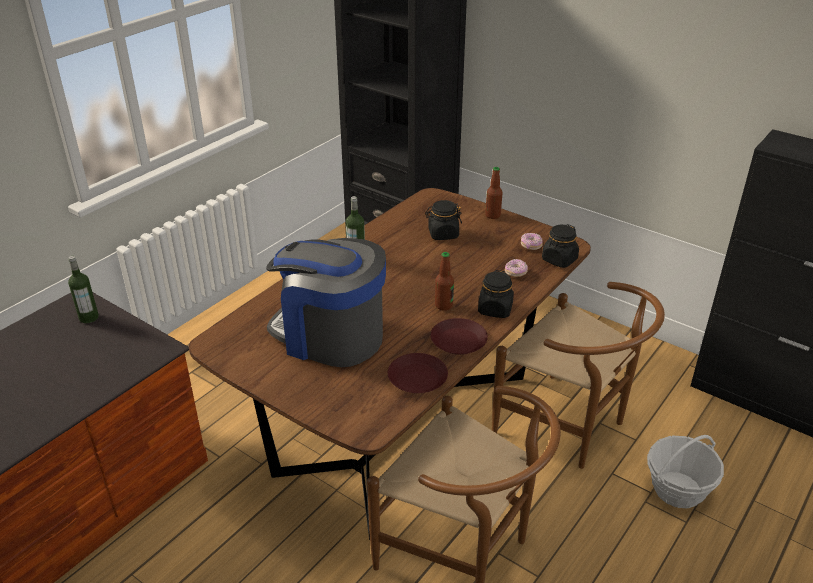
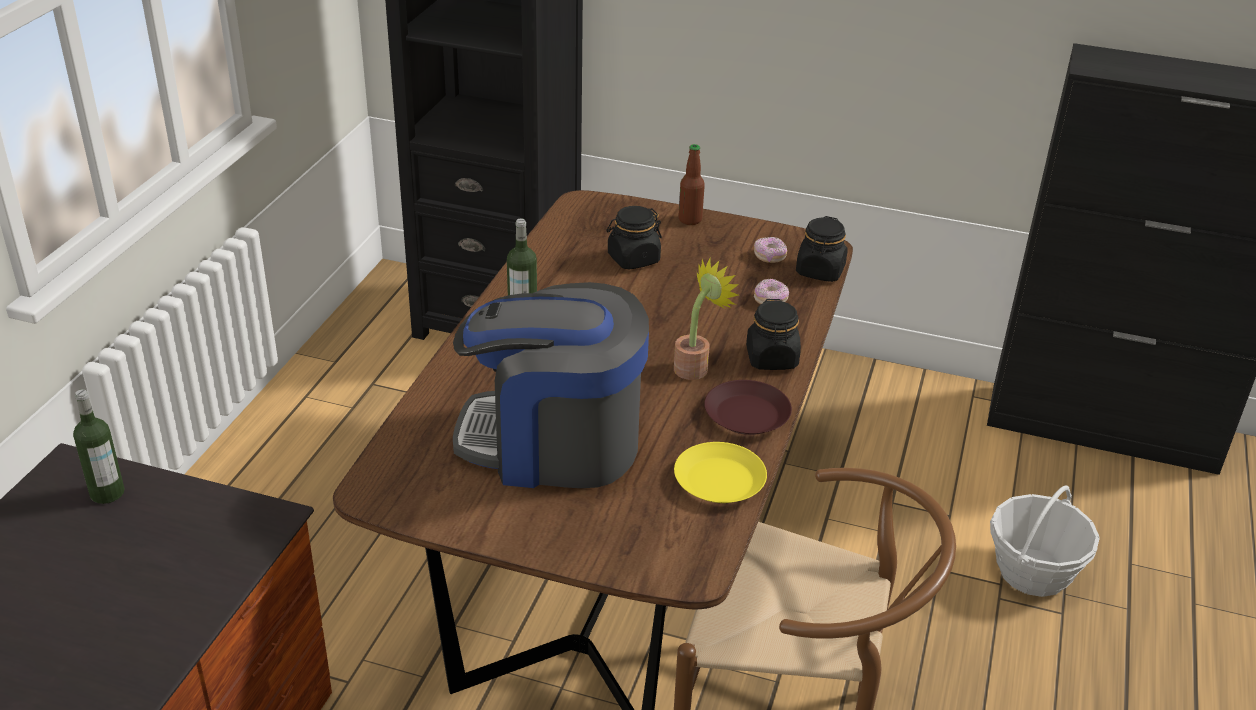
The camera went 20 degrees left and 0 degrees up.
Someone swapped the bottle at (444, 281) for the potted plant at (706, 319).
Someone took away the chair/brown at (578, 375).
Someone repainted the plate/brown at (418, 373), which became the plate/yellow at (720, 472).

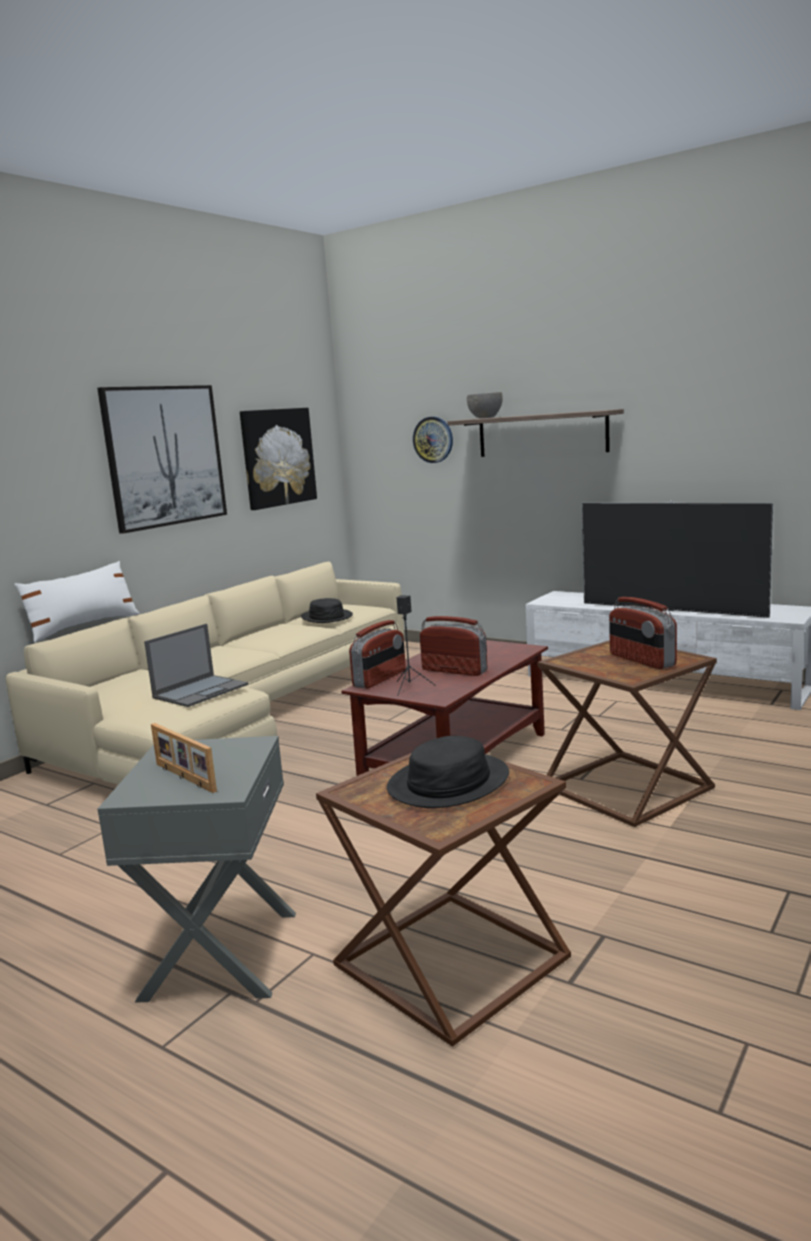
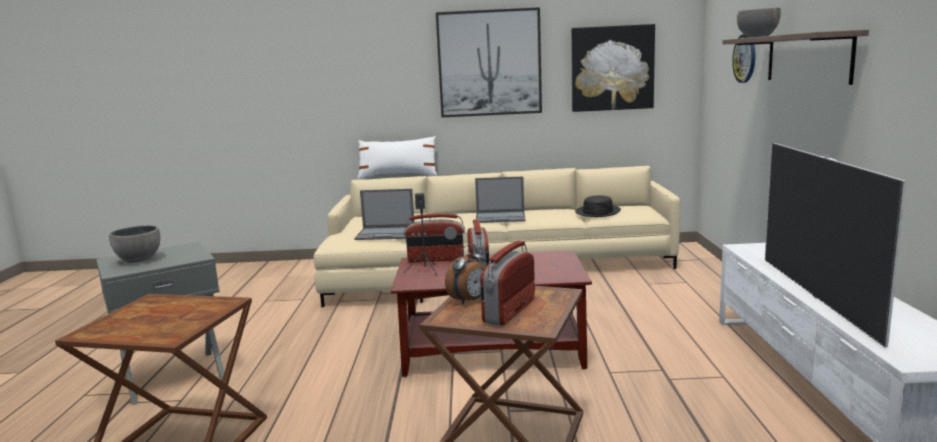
The camera went 55 degrees right and 0 degrees up.
Someone swapped the picture frame at (184, 758) for the bowl/grey at (134, 244).
Someone took away the hat/black at (448, 772).
Someone put down the laptop at (500, 199).
Someone put down the alarm clock at (465, 274).

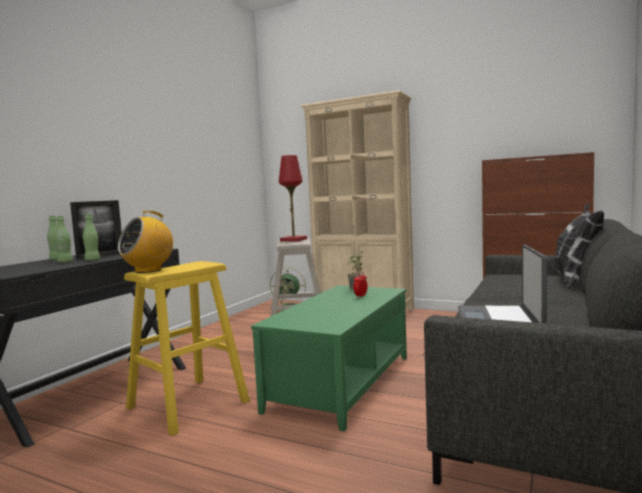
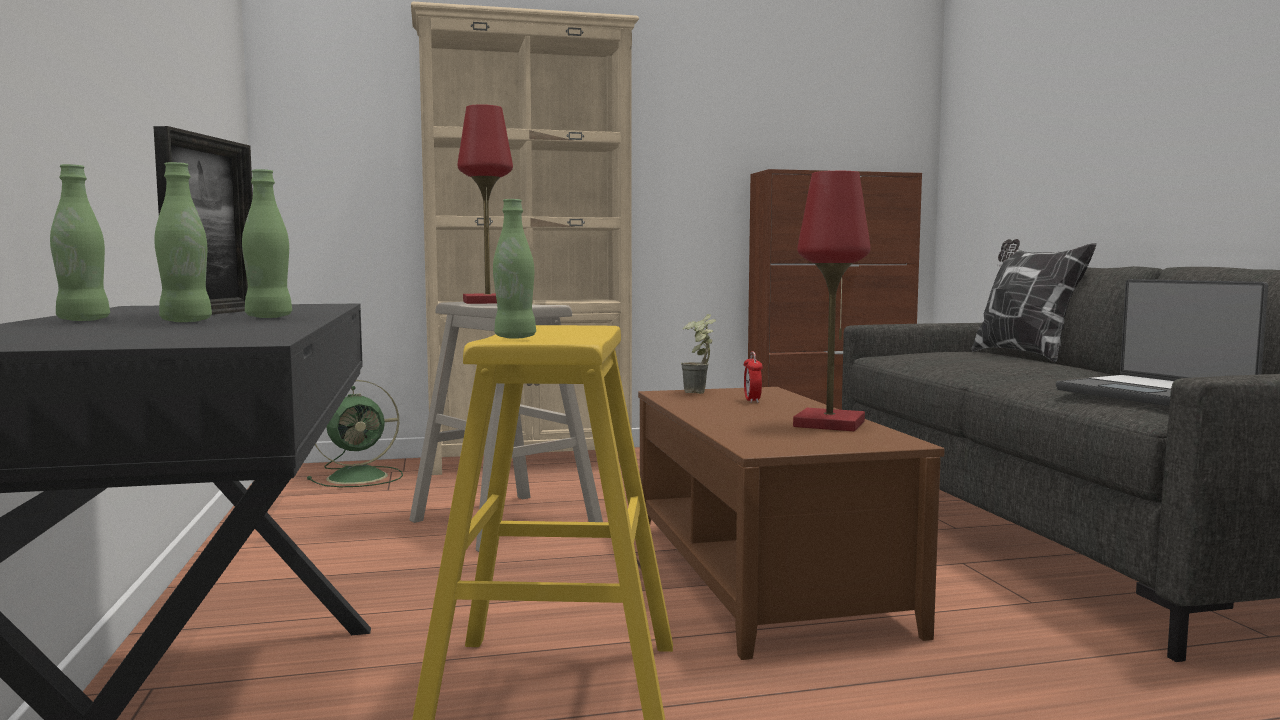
The camera went 40 degrees left and 0 degrees up.
Someone swapped the radio at (145, 242) for the bottle/green at (514, 269).
Someone repainted the coffee table/green at (329, 358), which became the coffee table/brown at (791, 523).
Someone put down the table lamp/red at (832, 301).

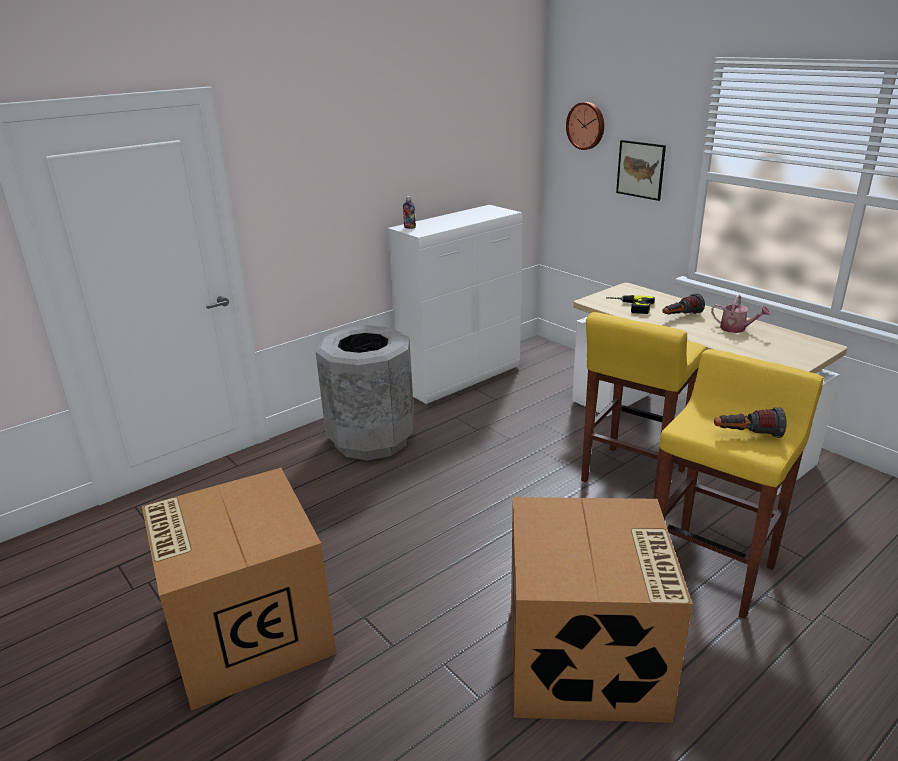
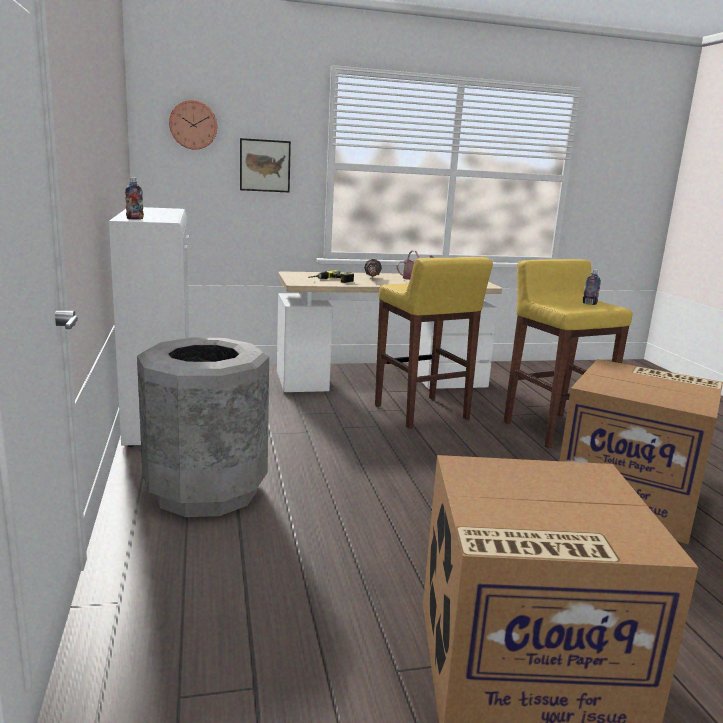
The camera went 65 degrees left and 10 degrees down.
Someone swapped the flashlight at (750, 422) for the bottle at (592, 287).

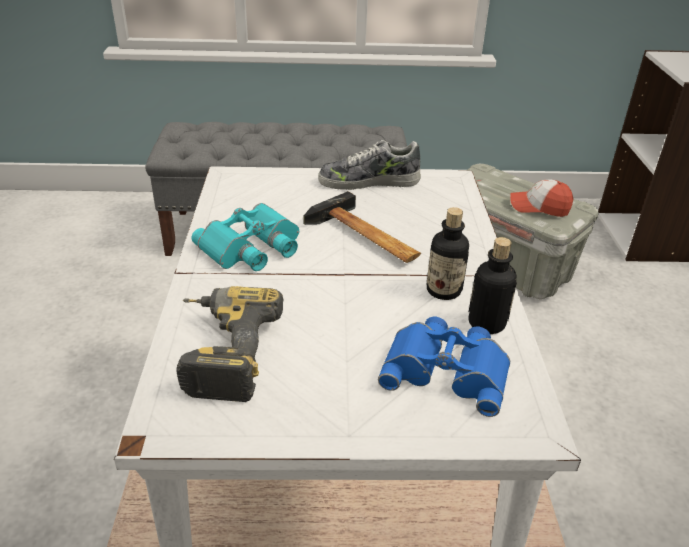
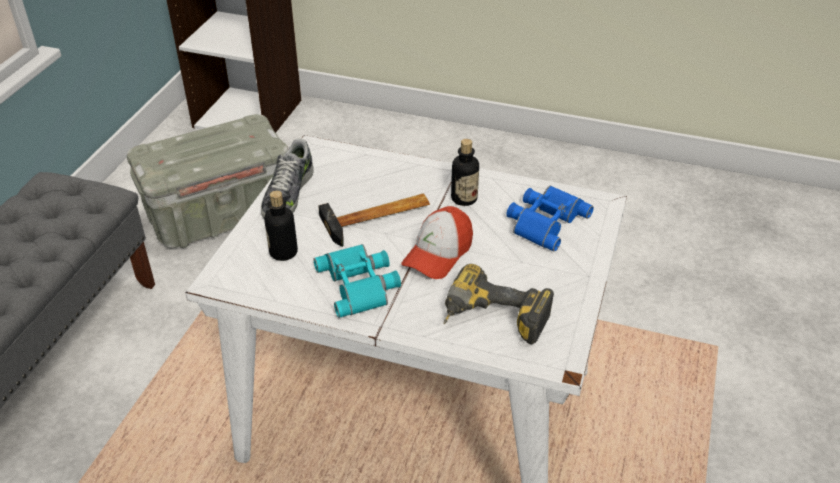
The camera went 70 degrees left and 5 degrees up.
Someone carried the cap from (541, 198) to (437, 242).
Someone carried the bottle from (493, 285) to (281, 226).

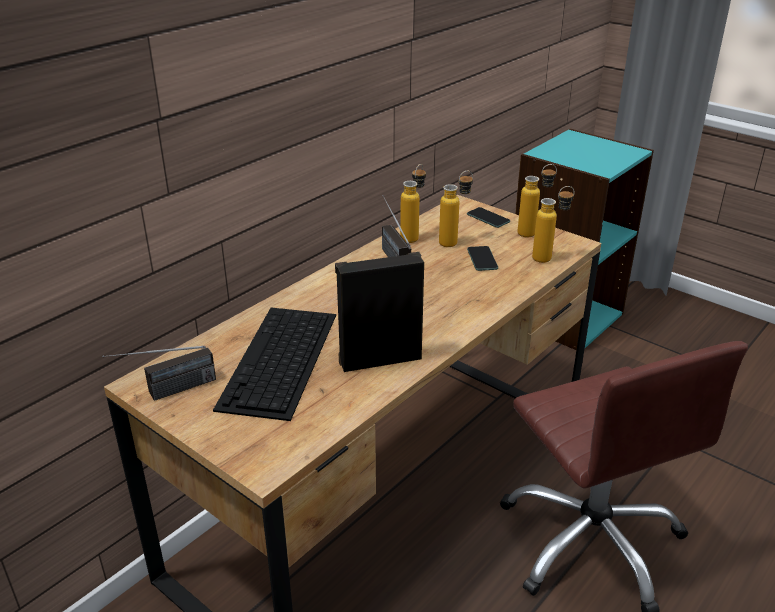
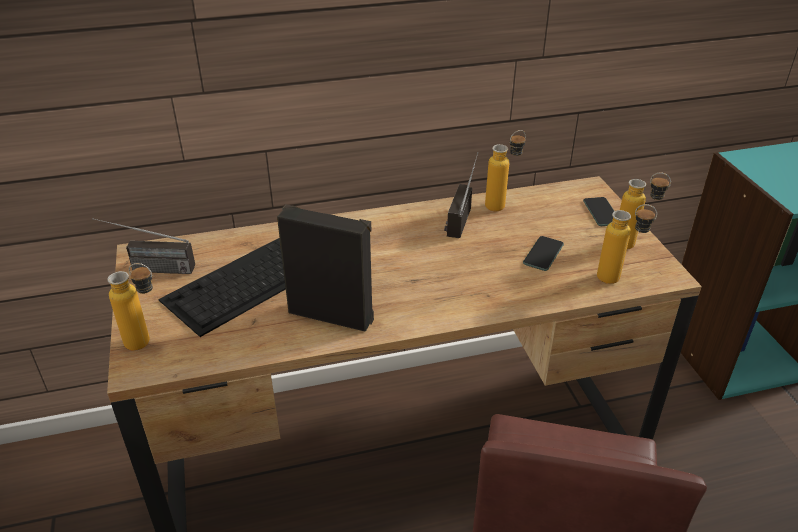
The camera went 35 degrees right and 5 degrees up.
Someone carried the bottle from (456, 209) to (130, 307).

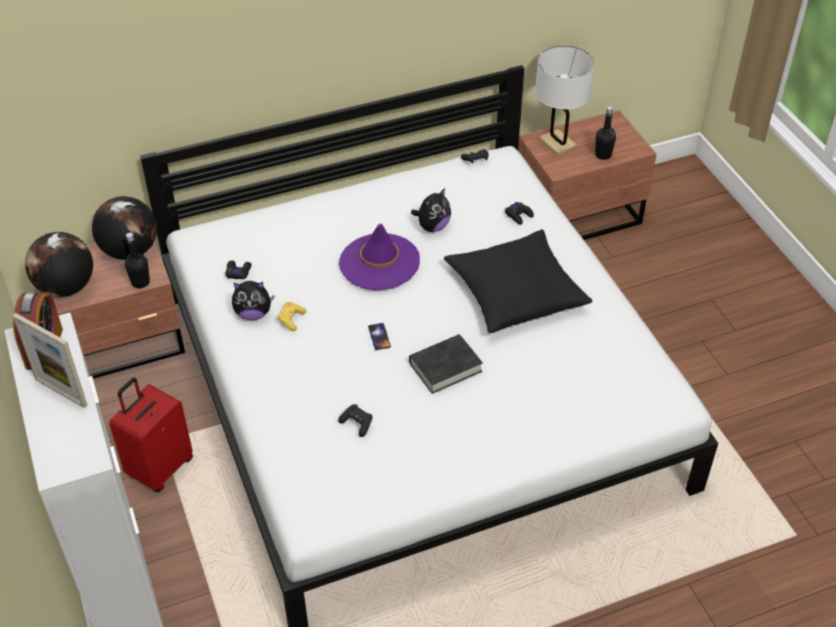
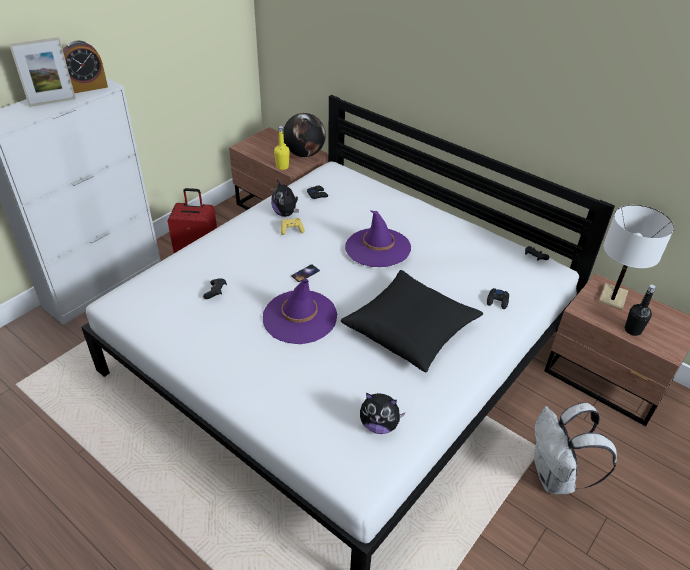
The camera went 60 degrees right and 5 degrees down.
Someone carried the plush toy from (431, 210) to (382, 413).
Someone took away the globe at (59, 264).
Someone repainted the bottle/black at (137, 260), which became the bottle/yellow at (282, 148).
Someone rotated the picture frame at (49, 360) by 120 degrees counterclockwise.
Someone swapped the book/black at (446, 364) for the hat/purple at (300, 311).
Someone put down the backpack/white at (575, 448).

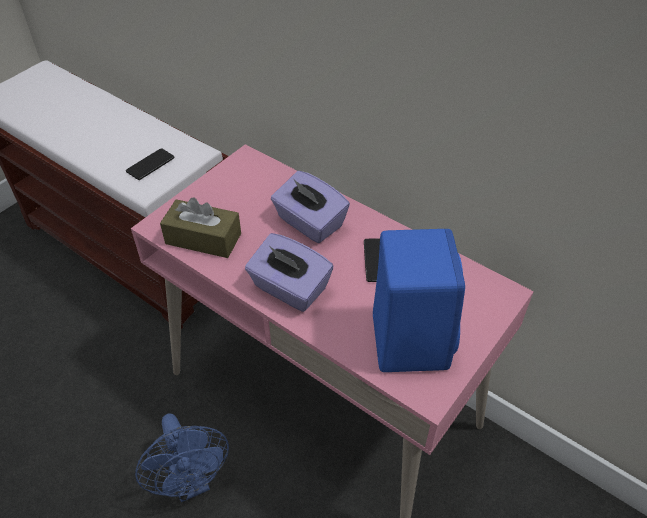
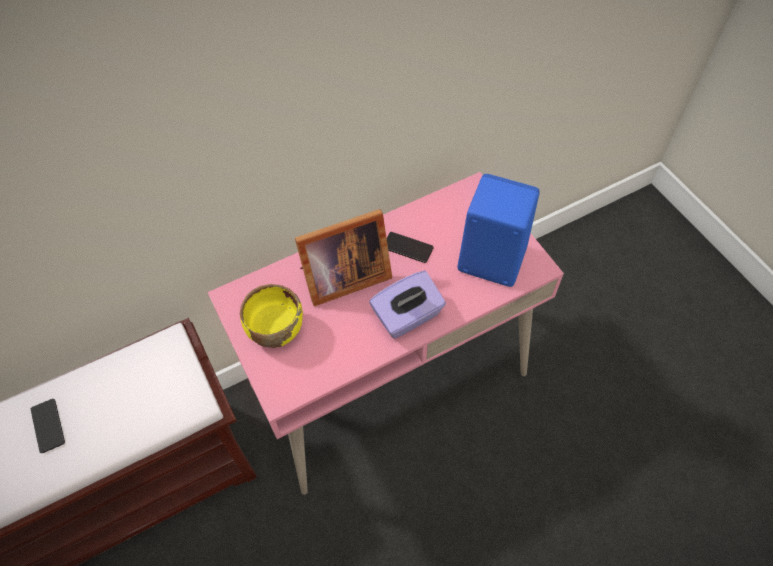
The camera went 65 degrees left and 10 degrees up.
Someone carried the phone from (150, 164) to (48, 426).
Someone swapped the tissue box/purple at (310, 207) for the picture frame at (343, 257).
Someone took away the tissue box/brown at (200, 227).
Someone took away the fan/blue at (182, 458).
Someone put down the bowl/yellow at (271, 316).

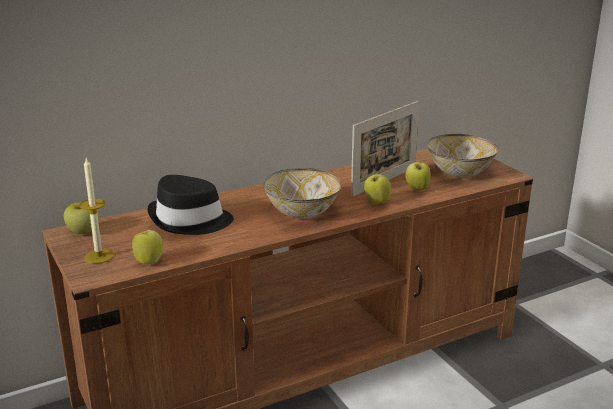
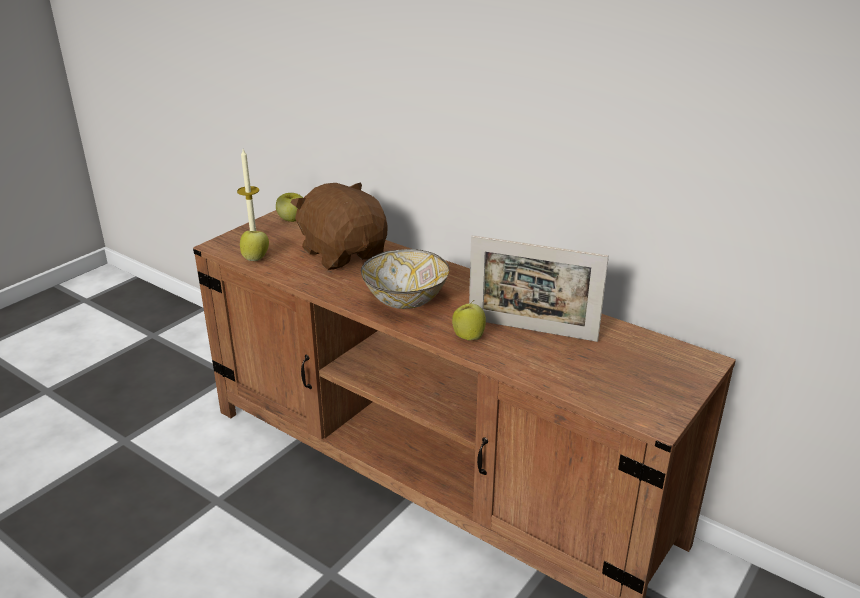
The camera went 65 degrees right and 5 degrees up.
Someone took away the bowl at (463, 155).
Someone took away the apple at (418, 176).
Someone swapped the hat/black at (190, 205) for the plush toy/brown at (339, 226).

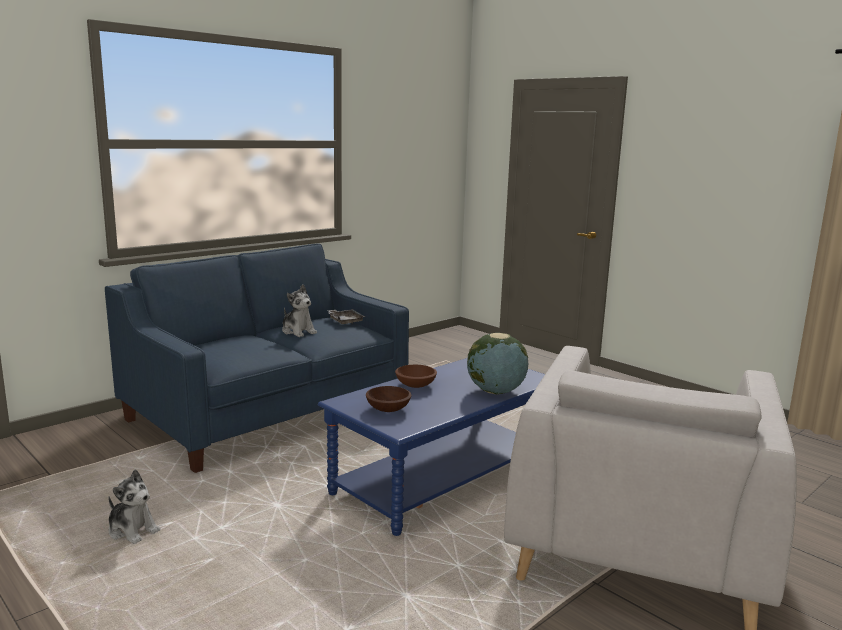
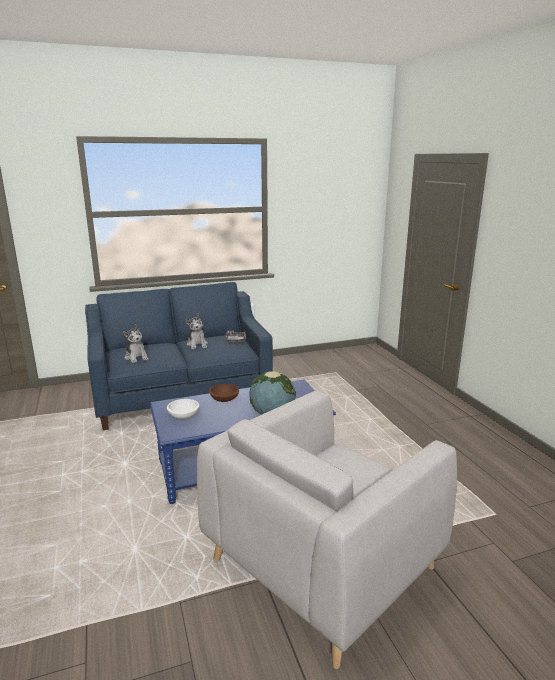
The camera went 25 degrees right and 5 degrees up.
Someone repainted the bowl/brown at (388, 399), which became the bowl/white at (183, 409).
Someone carried the plush toy from (134, 506) to (135, 343).

